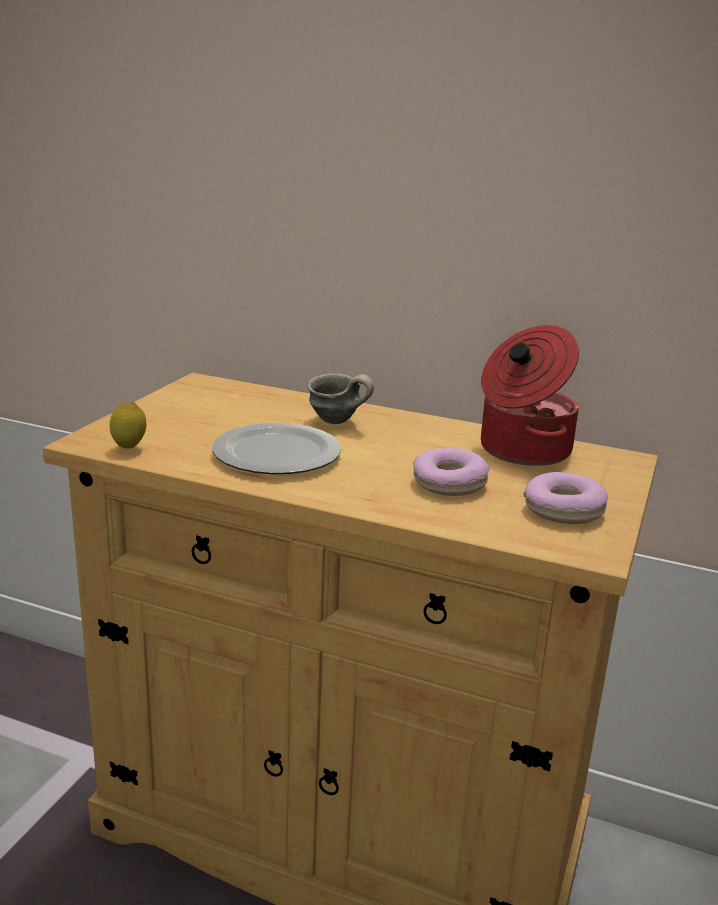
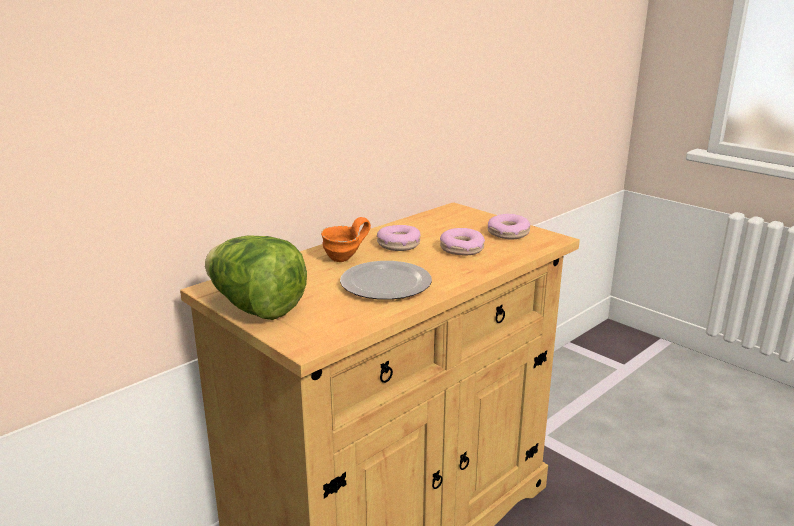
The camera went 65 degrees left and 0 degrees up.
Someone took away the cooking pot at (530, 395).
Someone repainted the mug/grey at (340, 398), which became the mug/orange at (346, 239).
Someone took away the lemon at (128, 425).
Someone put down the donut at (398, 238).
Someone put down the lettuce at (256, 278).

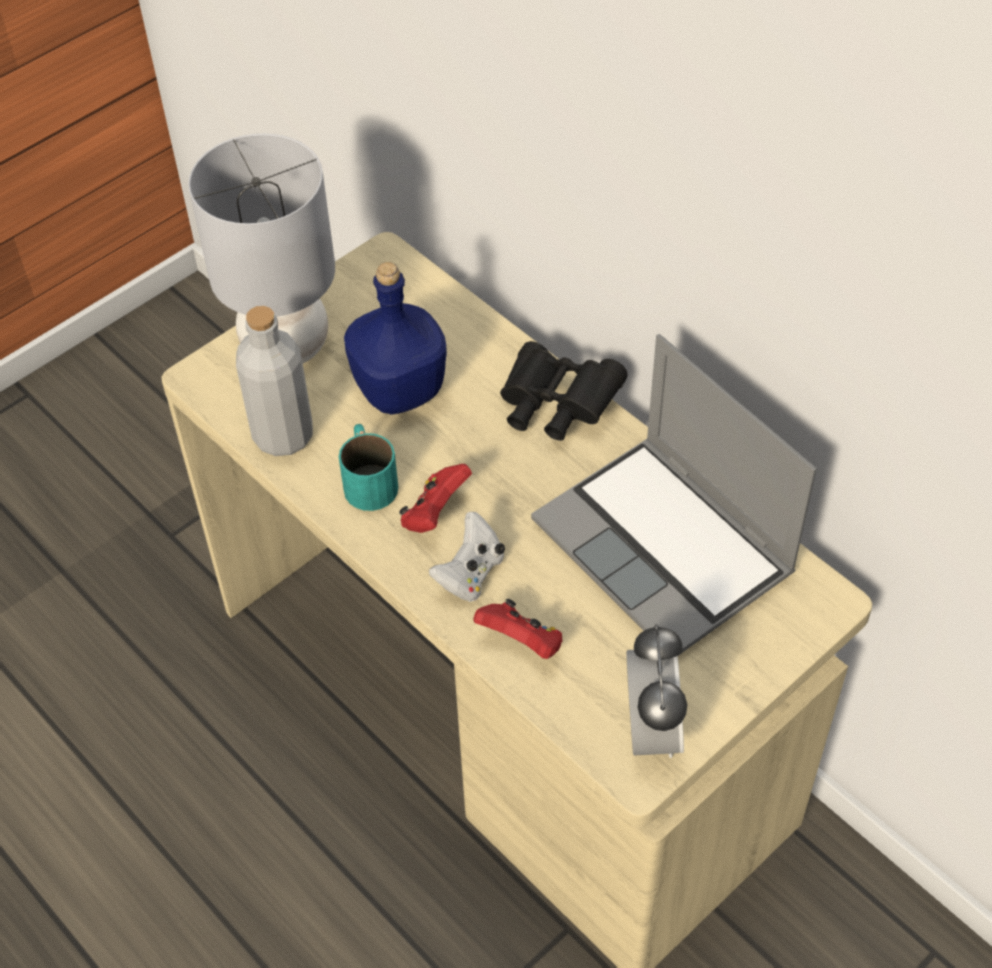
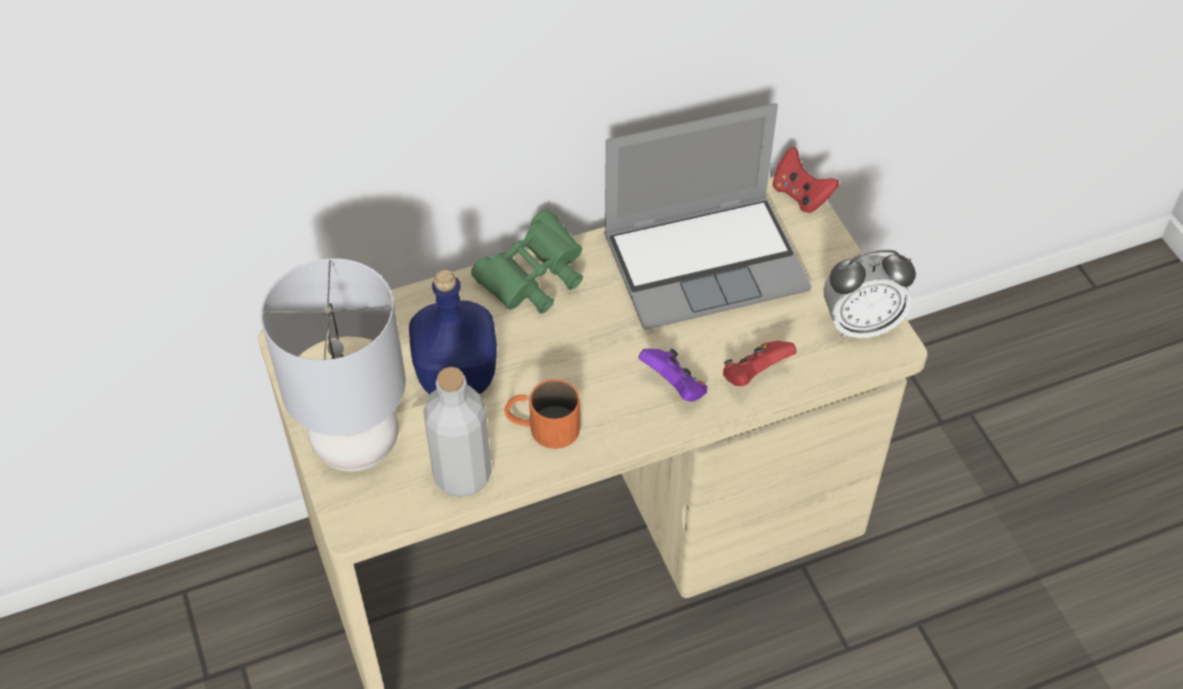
The camera went 70 degrees left and 0 degrees up.
Someone repainted the binoculars/black at (564, 391), which became the binoculars/green at (527, 261).
Someone repainted the mug/turquoise at (368, 467), which became the mug/orange at (542, 414).
Someone carried the game controller/red from (435, 498) to (806, 180).
Someone repainted the game controller/white at (467, 557), which became the game controller/purple at (672, 375).
Someone rotated the alarm clock at (656, 691) by 150 degrees clockwise.

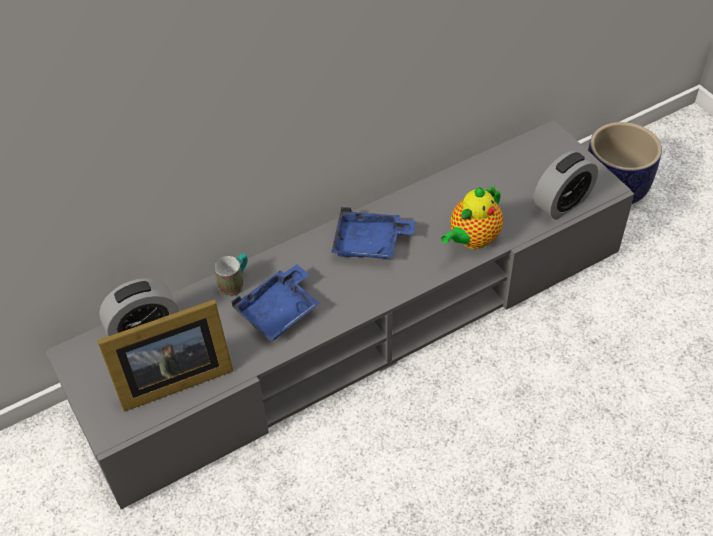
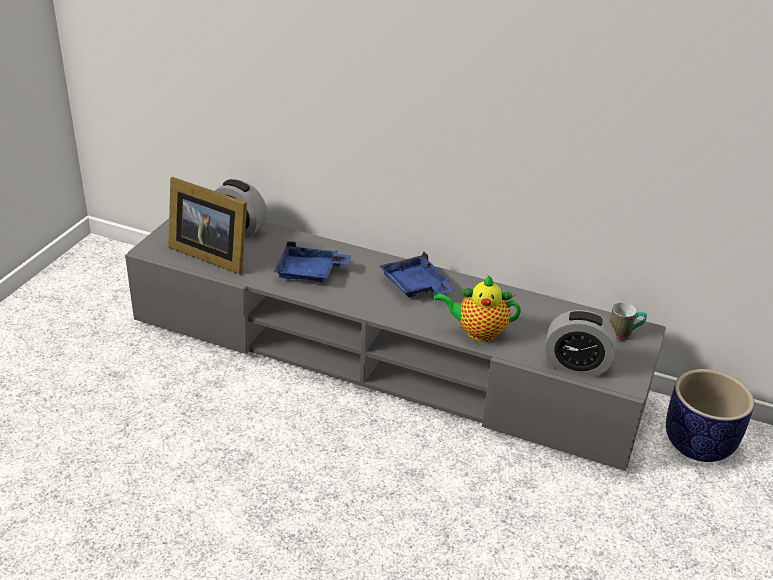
The camera went 50 degrees right and 15 degrees down.
Someone carried the mug from (231, 275) to (628, 322).

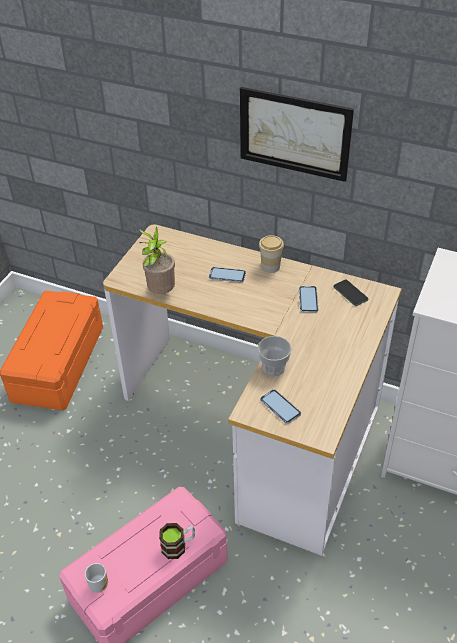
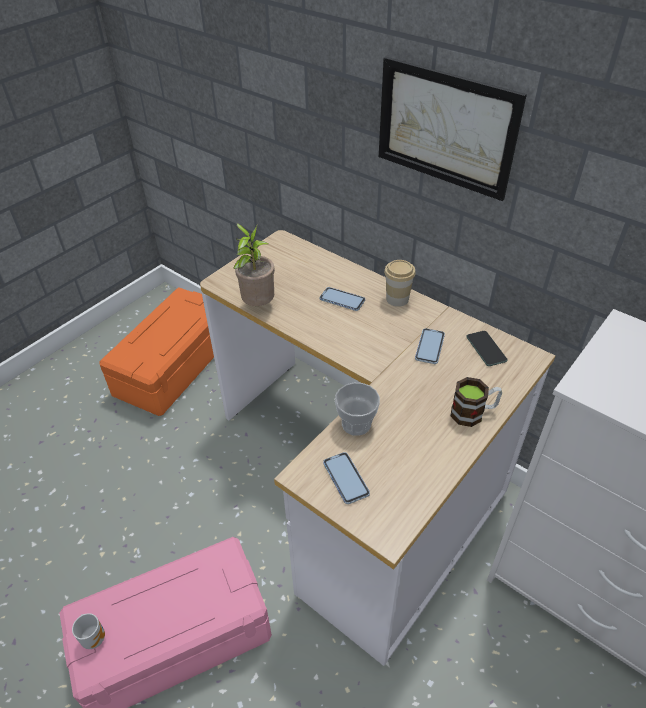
The camera went 15 degrees right and 0 degrees up.
Someone carried the mug from (177, 541) to (476, 402).

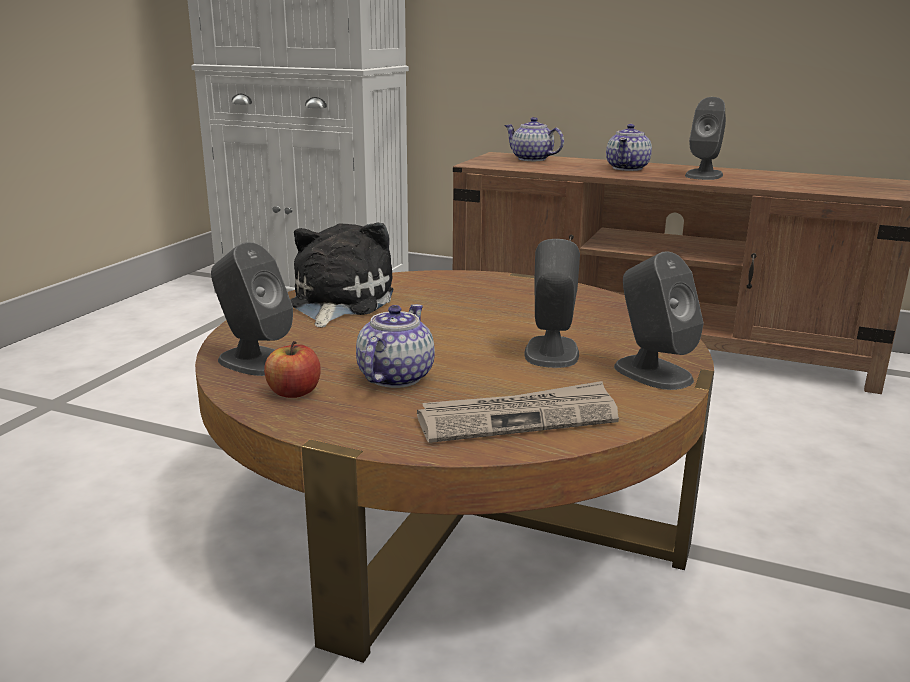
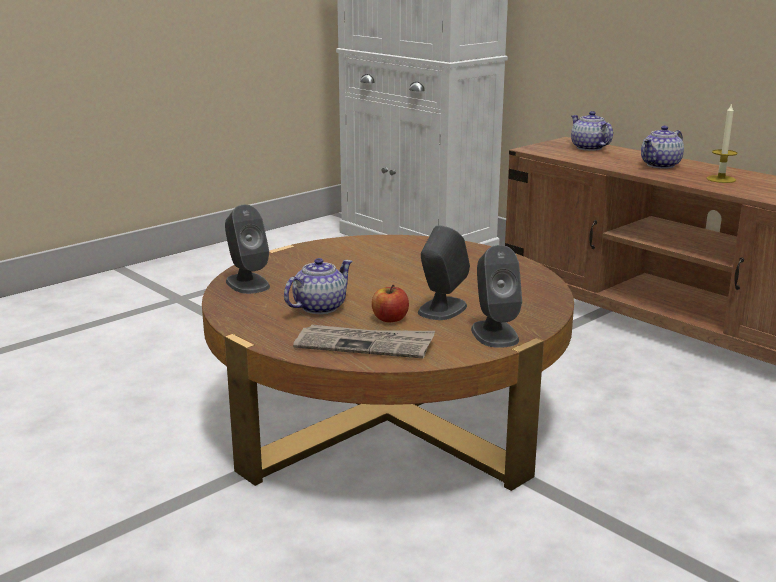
The camera went 25 degrees right and 0 degrees up.
Someone swapped the speaker/grey at (705, 138) for the candle at (722, 143).
Someone took away the plush toy at (341, 275).
Someone carried the apple from (292, 369) to (390, 304).

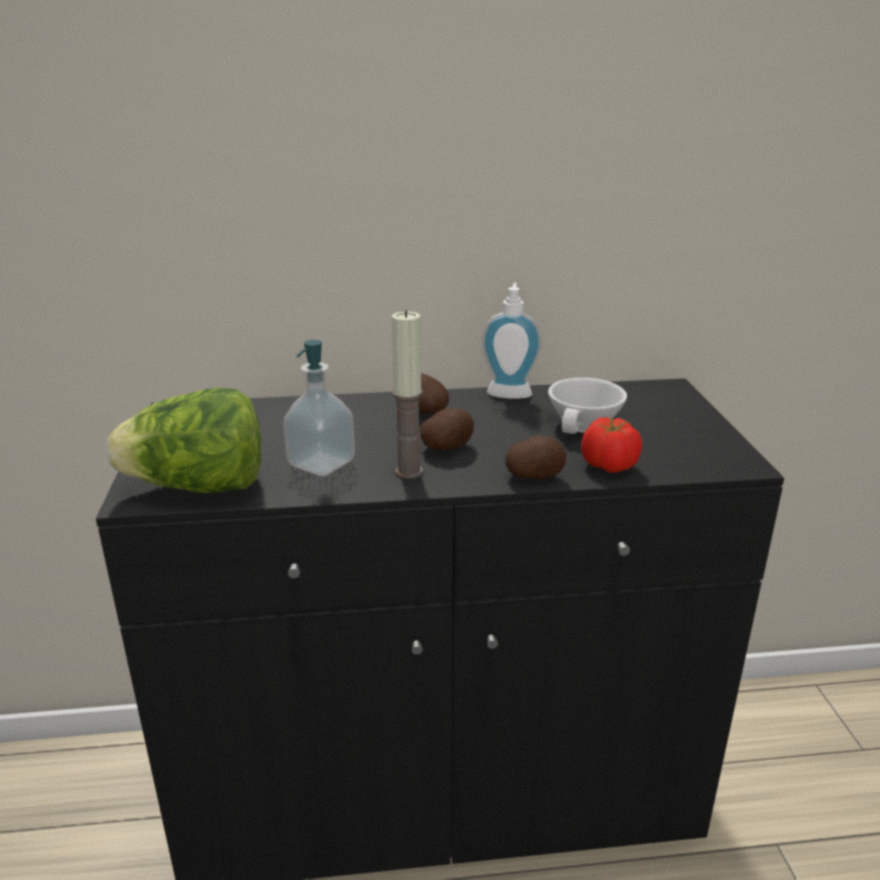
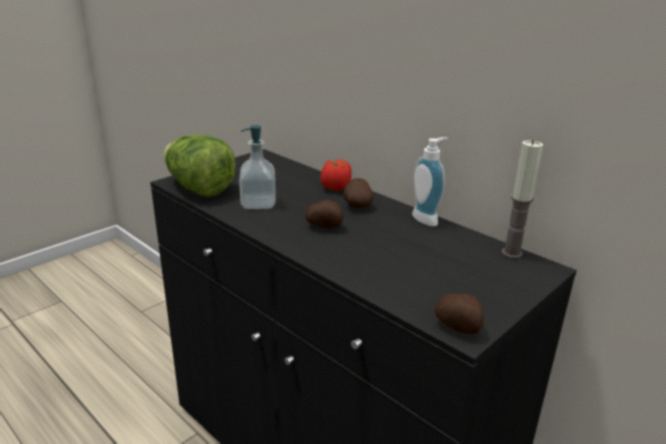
The camera went 50 degrees right and 0 degrees up.
Someone carried the candle from (407, 394) to (522, 199).
Someone took away the cup/white at (587, 406).
Someone carried the tomato from (611, 445) to (336, 175).
Someone carried the potato from (536, 457) to (459, 314).

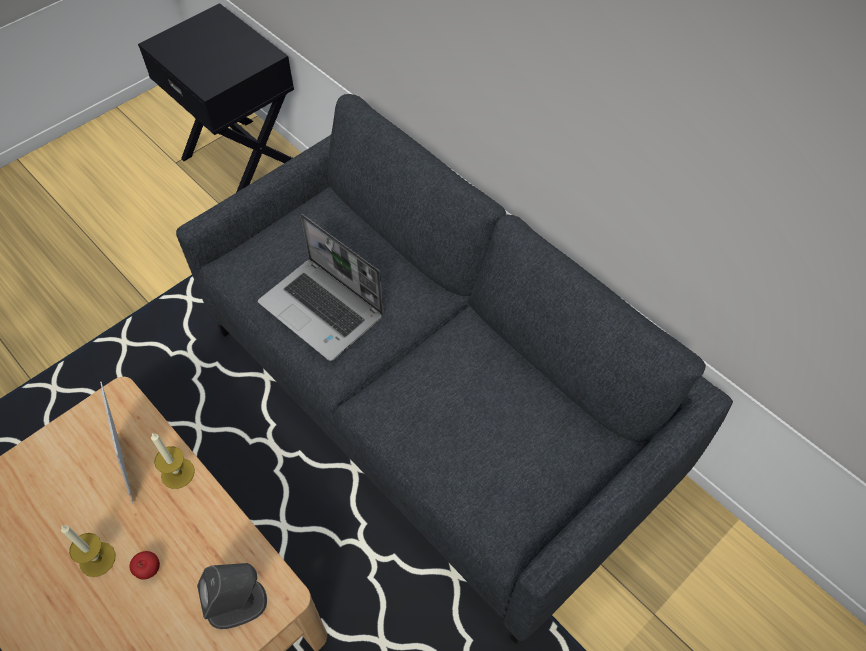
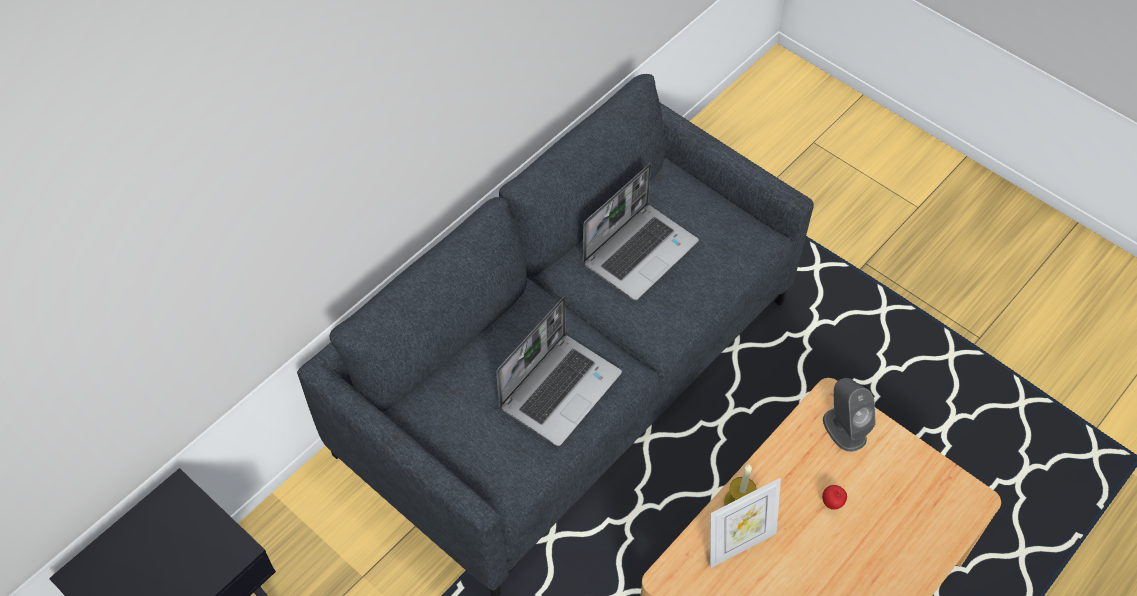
The camera went 95 degrees left and 0 degrees up.
Someone took away the candle at (88, 551).
Someone put down the laptop at (641, 231).

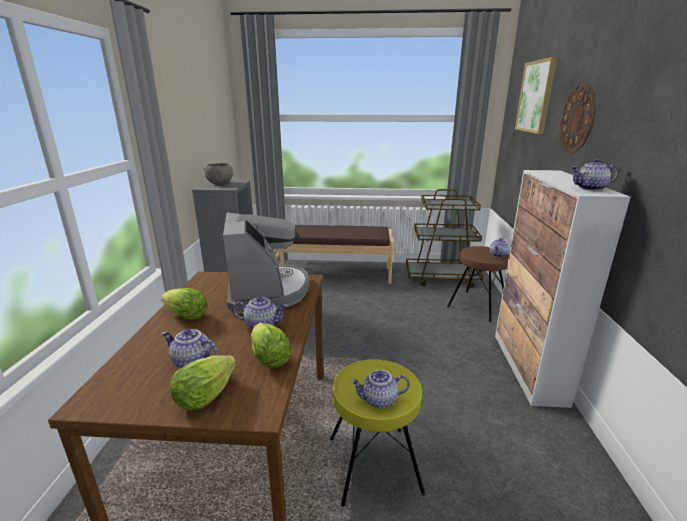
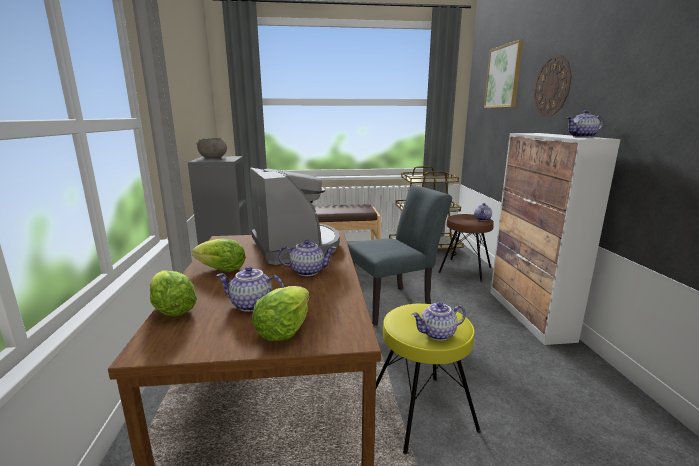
The camera went 10 degrees left and 5 degrees down.
Someone carried the lettuce from (271, 345) to (173, 293).
Someone put down the chair/grey at (399, 255).

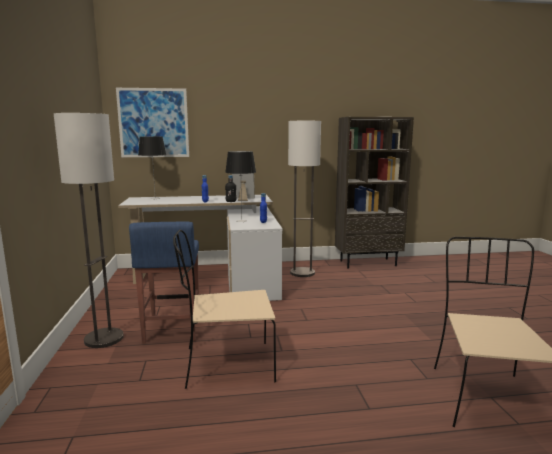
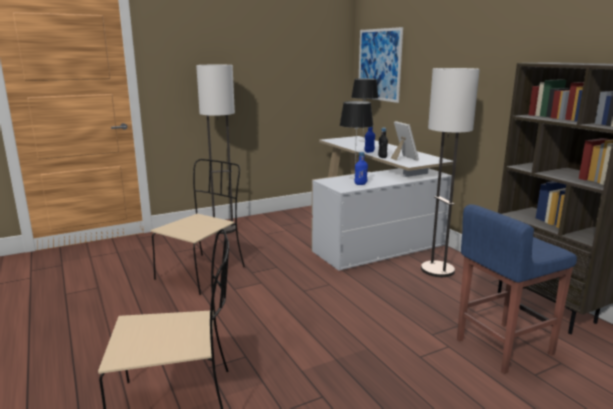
The camera went 70 degrees right and 5 degrees up.
Someone carried the stool/blue from (164, 283) to (517, 289).
Someone rotated the chair/beige at (224, 309) by 60 degrees clockwise.

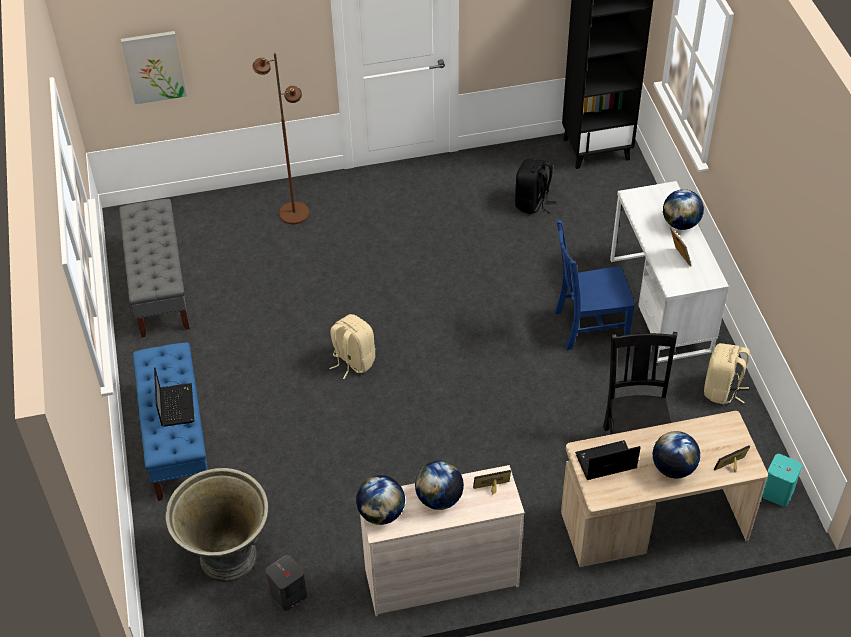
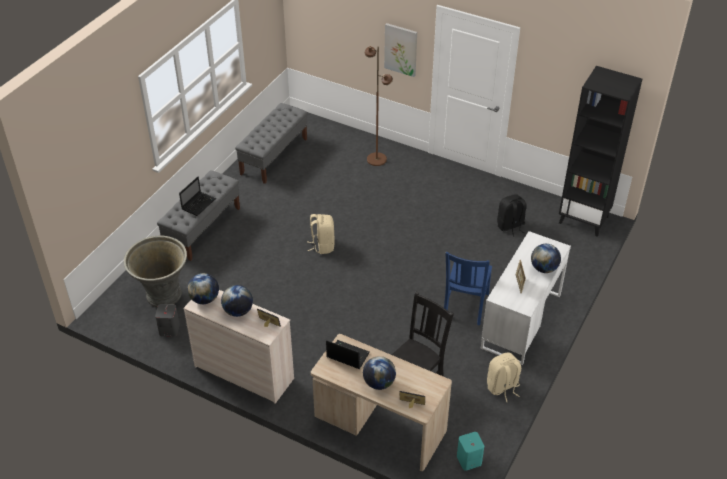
The camera went 40 degrees right and 5 degrees down.
Someone carried the picture from (154, 67) to (400, 50).
Someone rotated the chair/blue at (595, 285) by 105 degrees counterclockwise.
Someone repainted the bench/blue at (170, 421), which became the bench/grey at (198, 215).

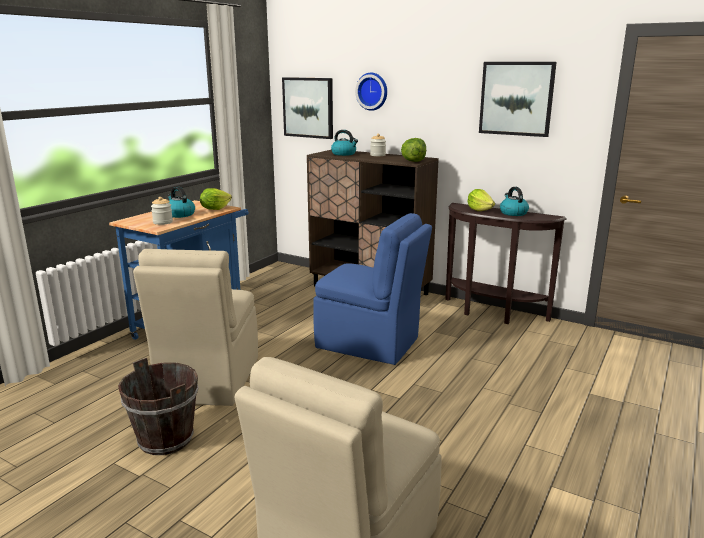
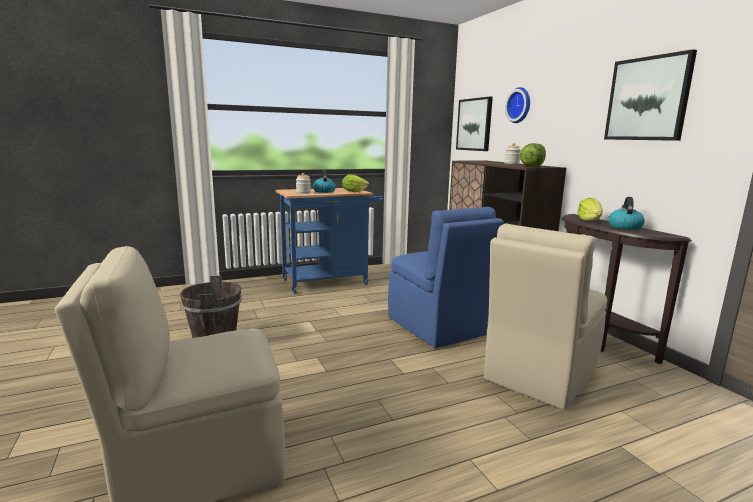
The camera went 35 degrees right and 5 degrees down.
Someone took away the kettle at (344, 143).
Someone carried the chair/beige from (195, 327) to (545, 316).

